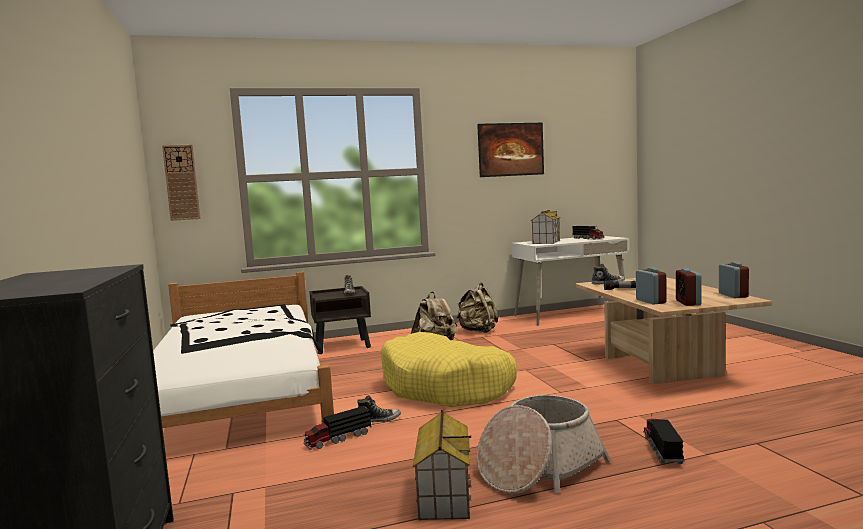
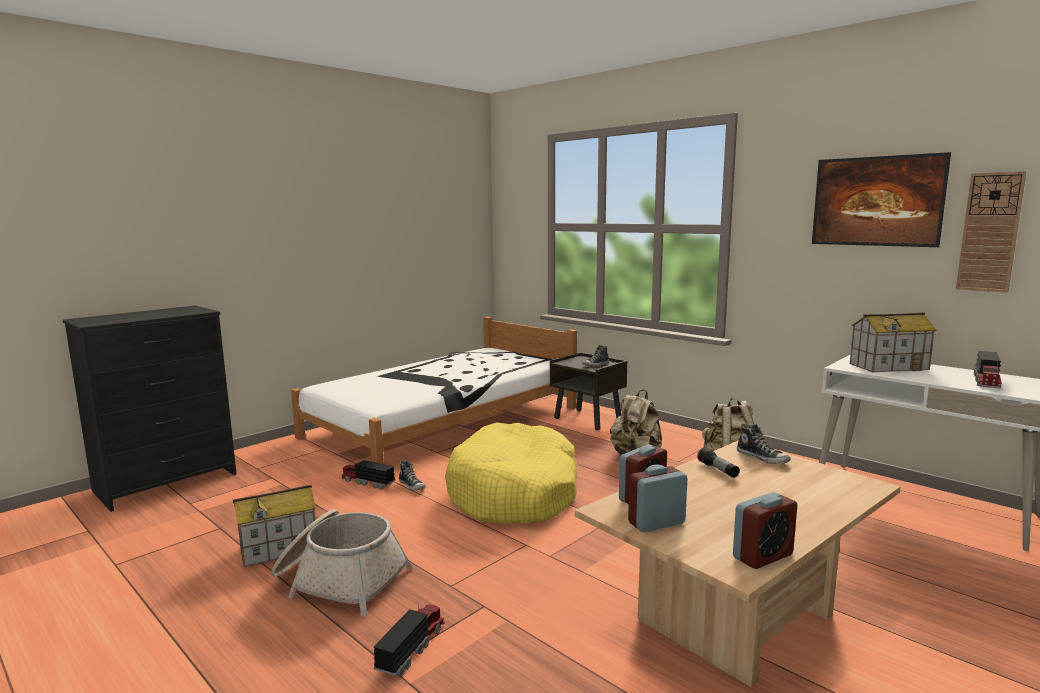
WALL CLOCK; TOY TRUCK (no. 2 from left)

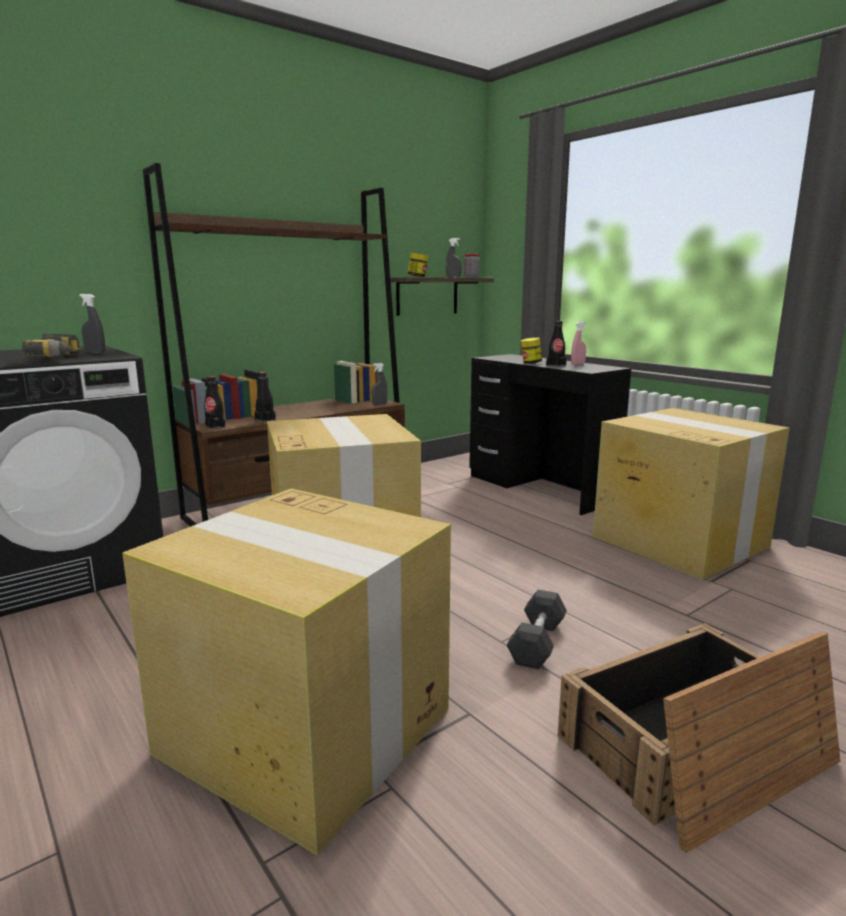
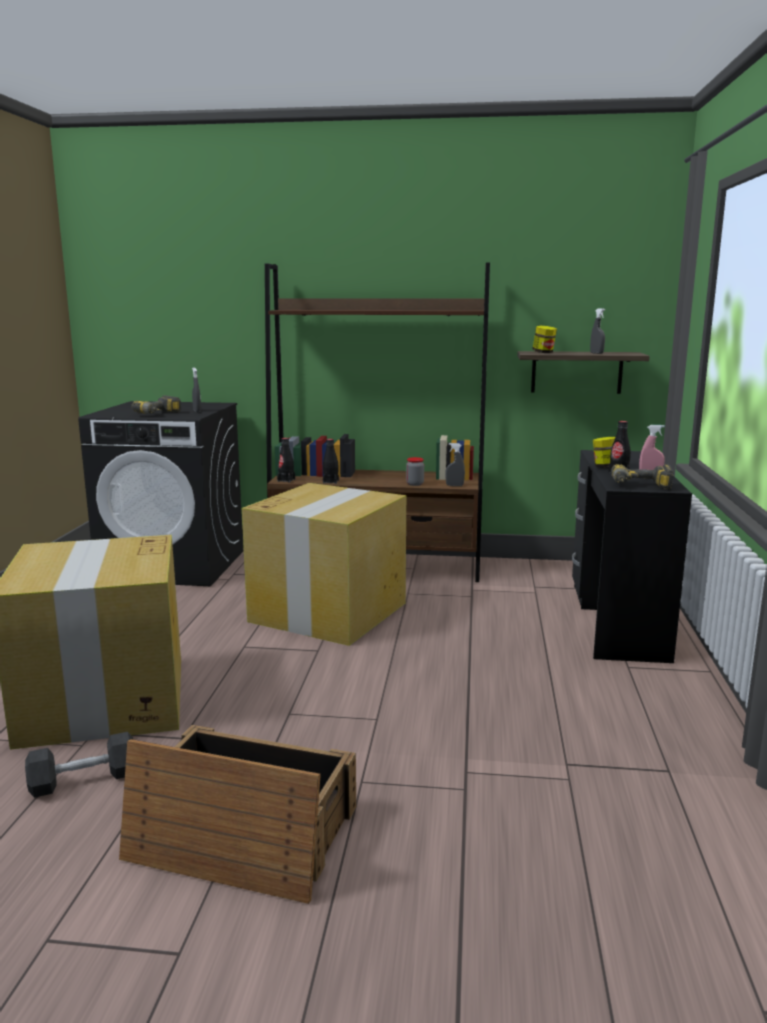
JAR (no. 1 from left); BLACK DUMBBELL; CARDBOARD BOX (no. 3 from left in the first image); POWER DRILL (no. 2 from left)

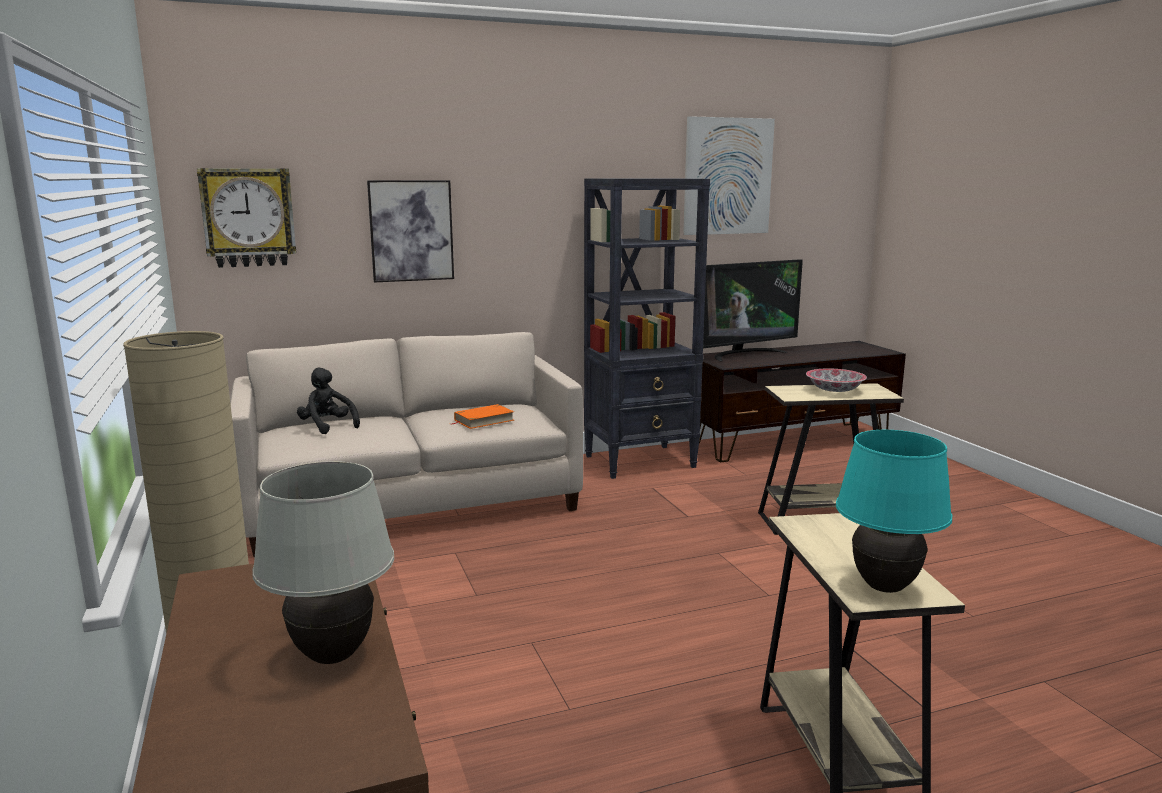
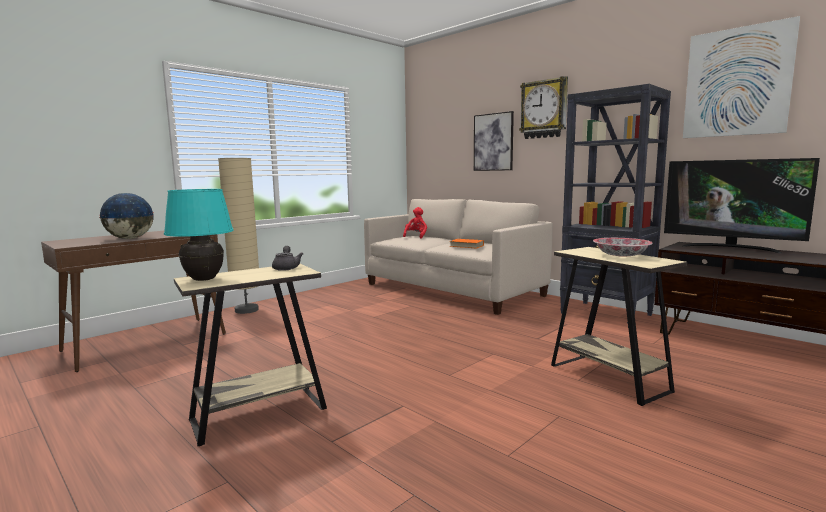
WALL CLOCK; GLOBE; RED PLUSH TOY; GREY TEAPOT

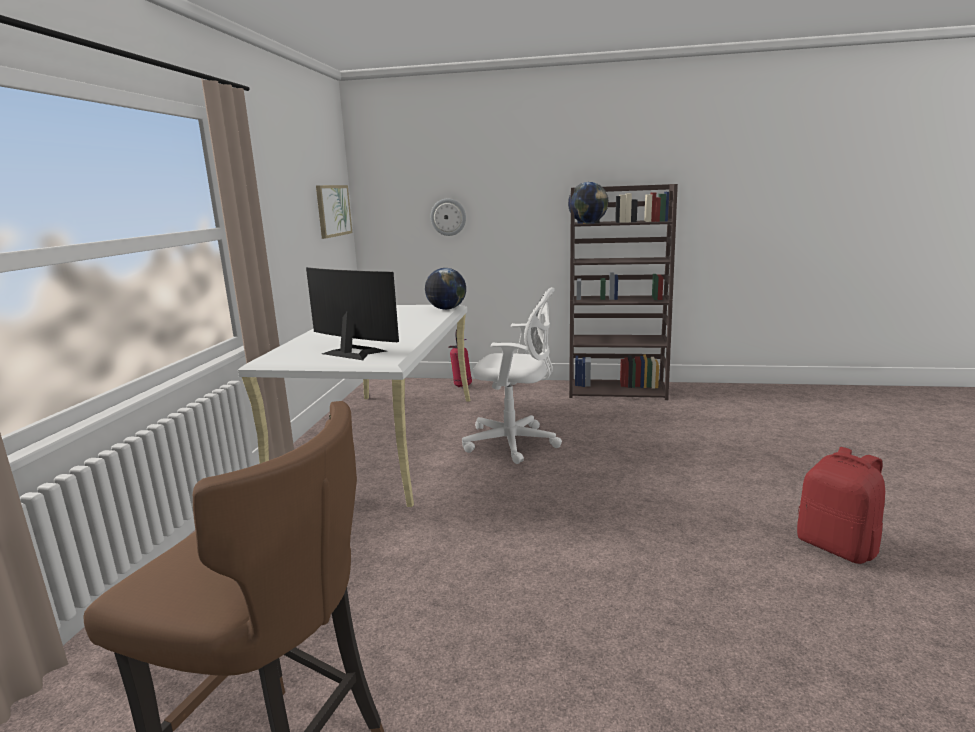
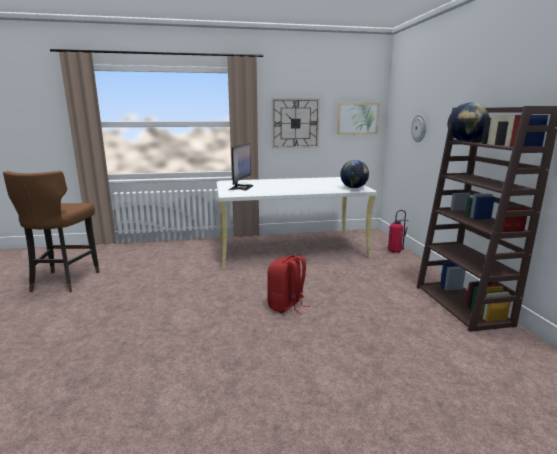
WHITE OFFICE CHAIR; RED BACKPACK; WALL CLOCK (no. 1 from left)

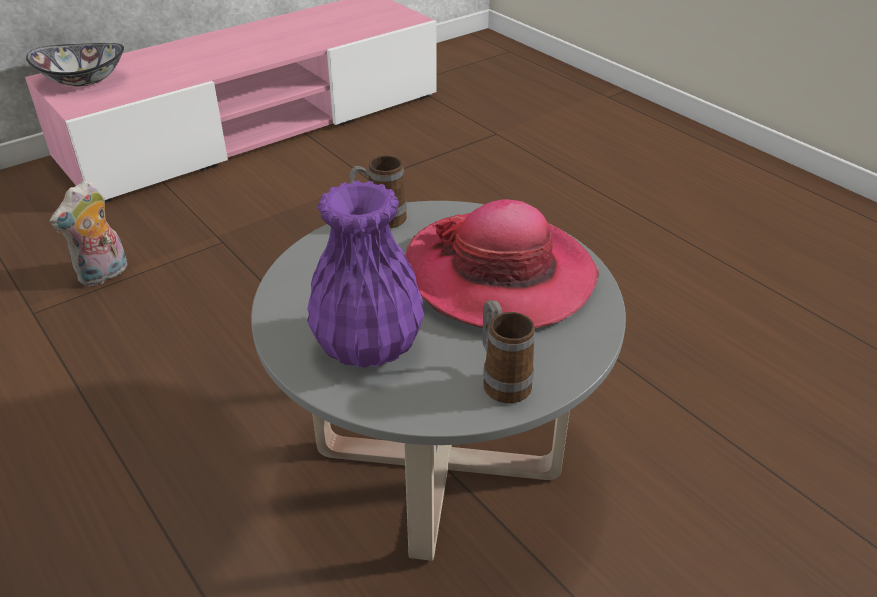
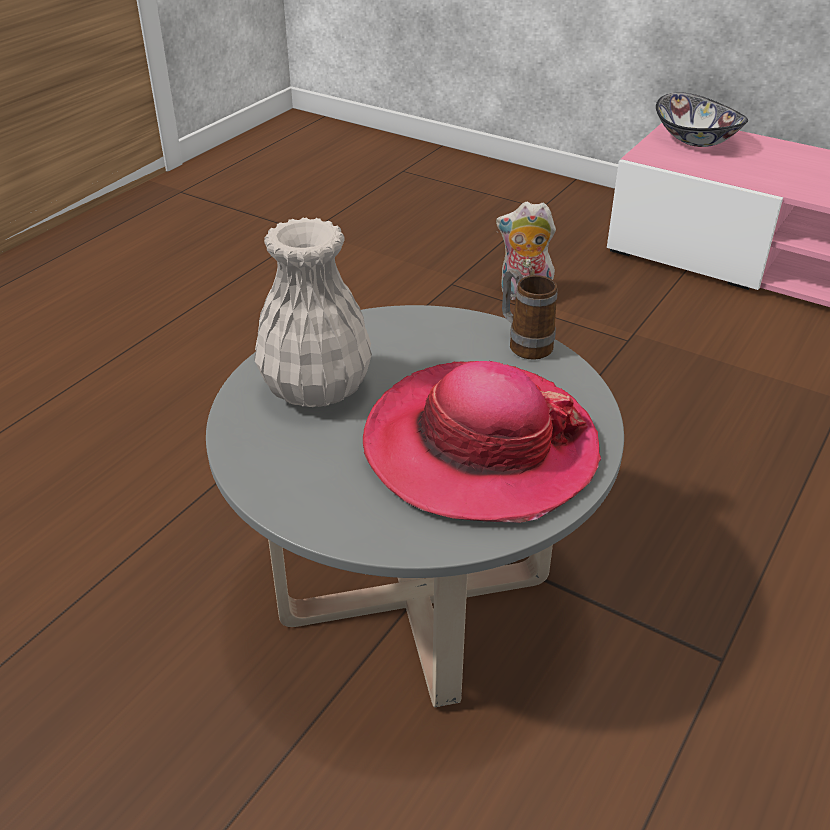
WHITE VASE; MUG (no. 2 from left in the first image)

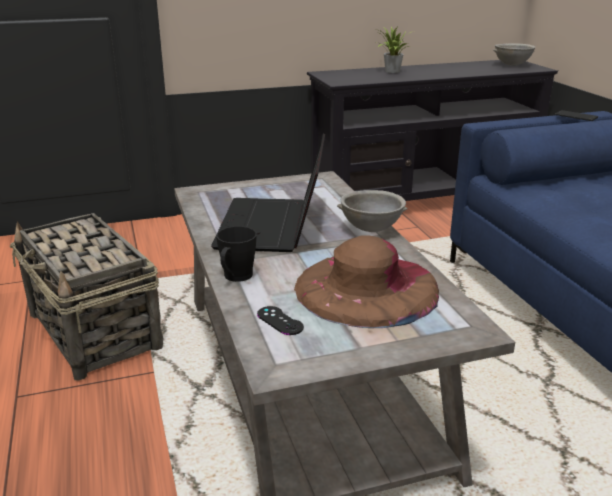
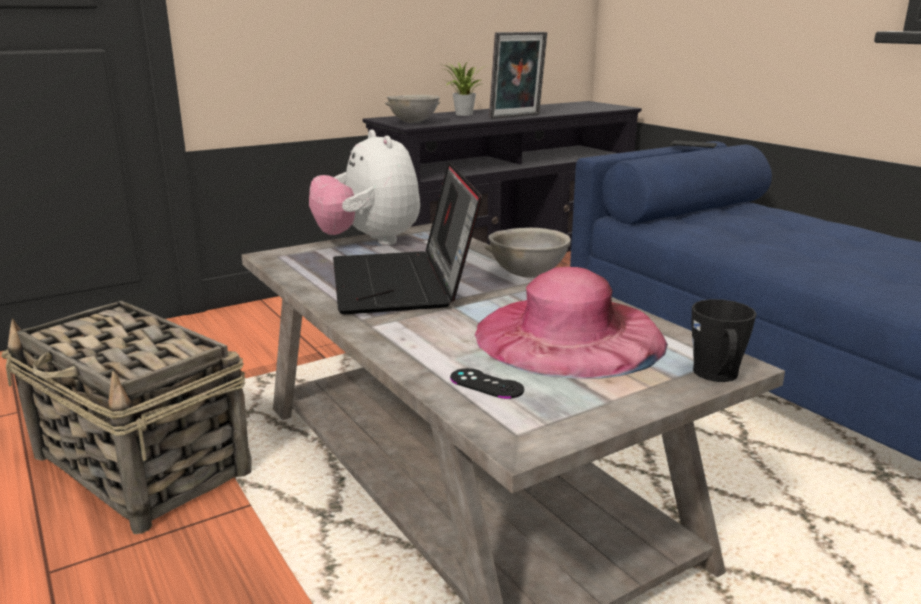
BLACK MUG; PINK HAT; GREY BOWL (no. 1 from left); PLUSH TOY; PICTURE FRAME

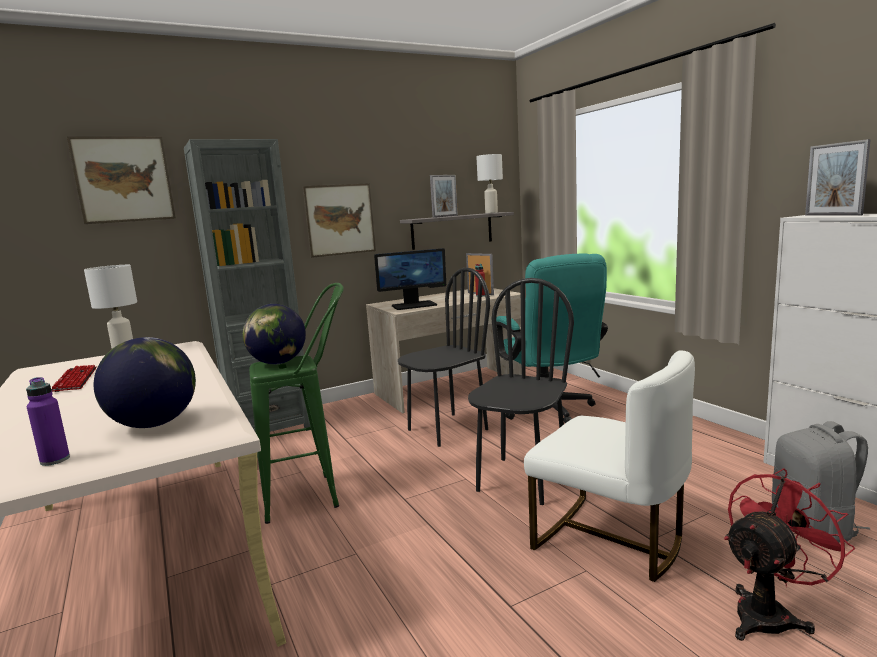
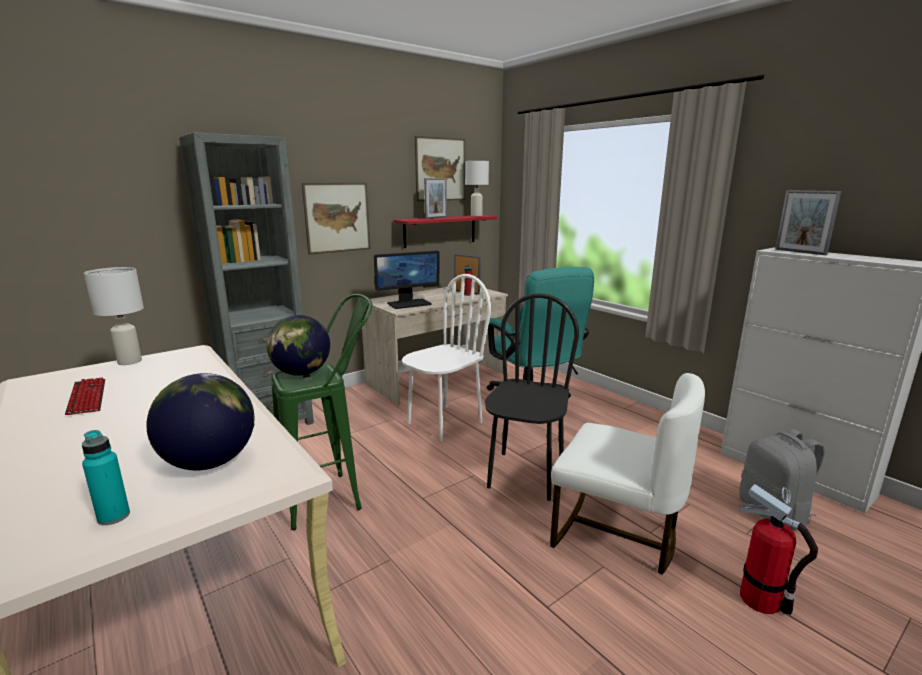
TURQUOISE BOTTLE; PICTURE (no. 2 from left); WHITE CHAIR (no. 1 from left); RED SHELF; FIRE EXTINGUISHER

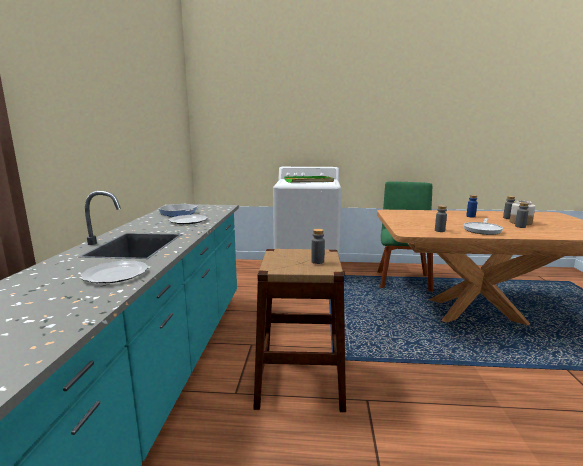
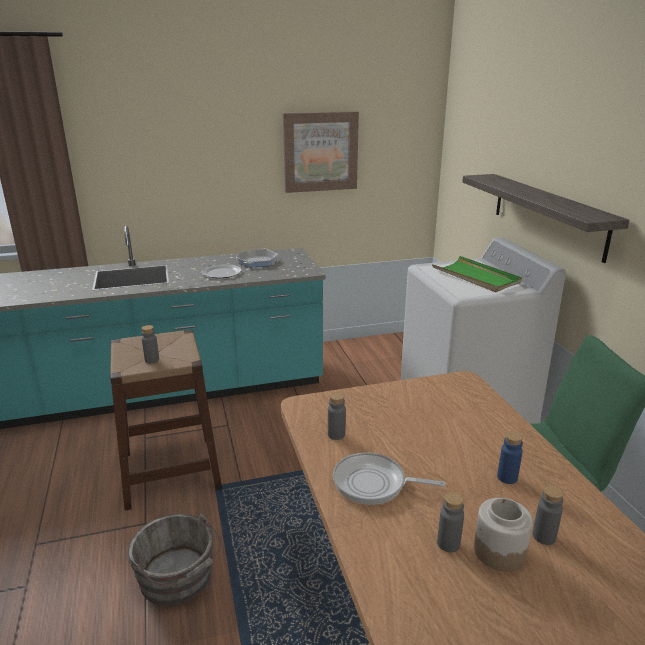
PLATE (no. 1 from left in the first image); GREY BUCKET; PICTURE; SHELF

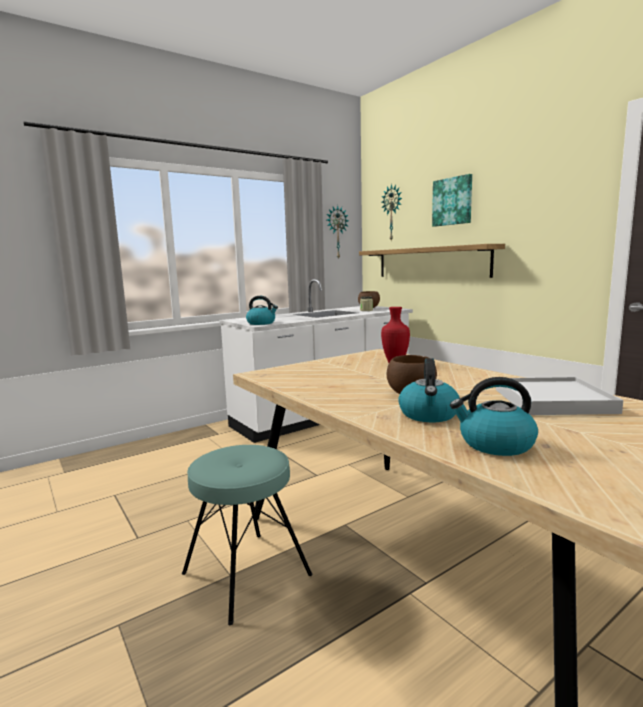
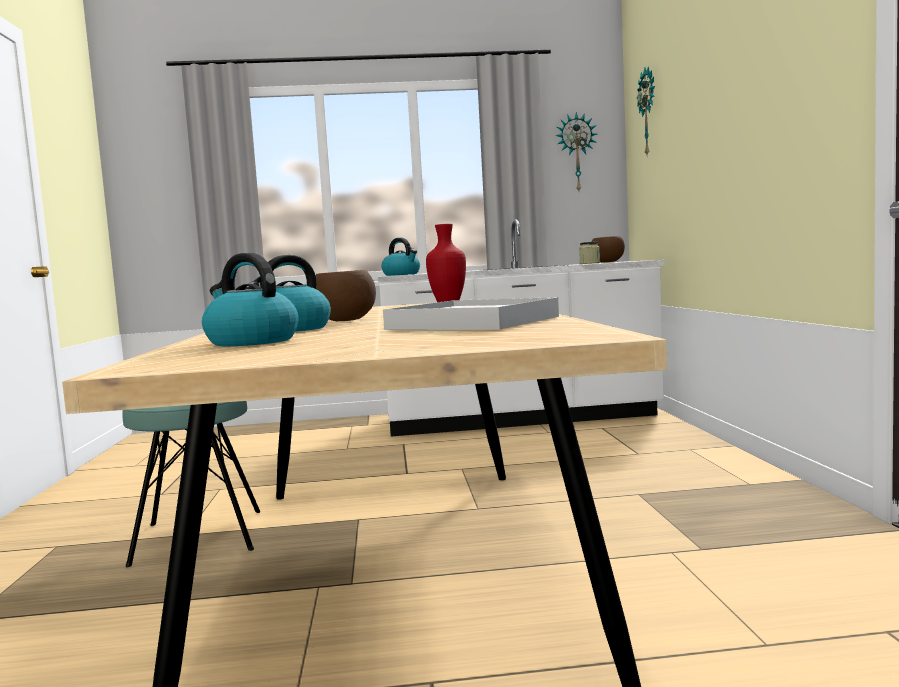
SHELF; PICTURE

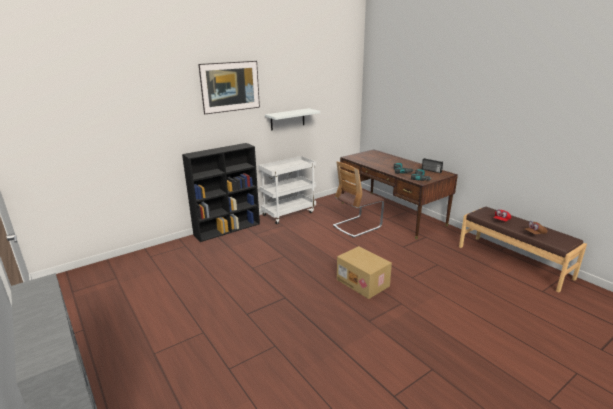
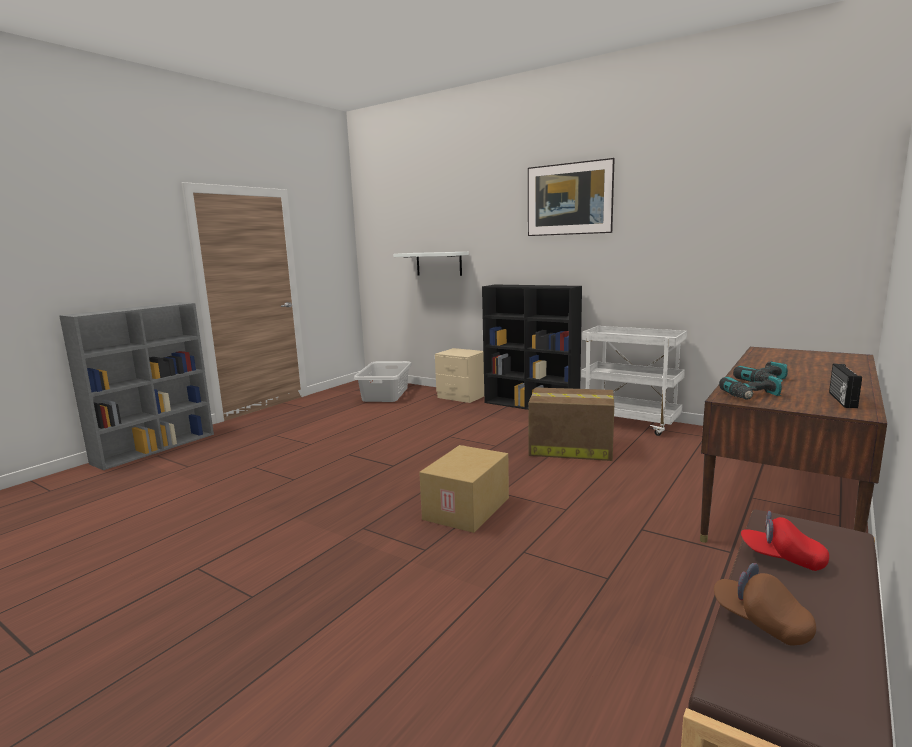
WHITE SHELF; CHAIR; GREY LAUNDRY BASKET; BEIGE NIGHTSTAND; CARDBOARD BOX (no. 2 from left)

